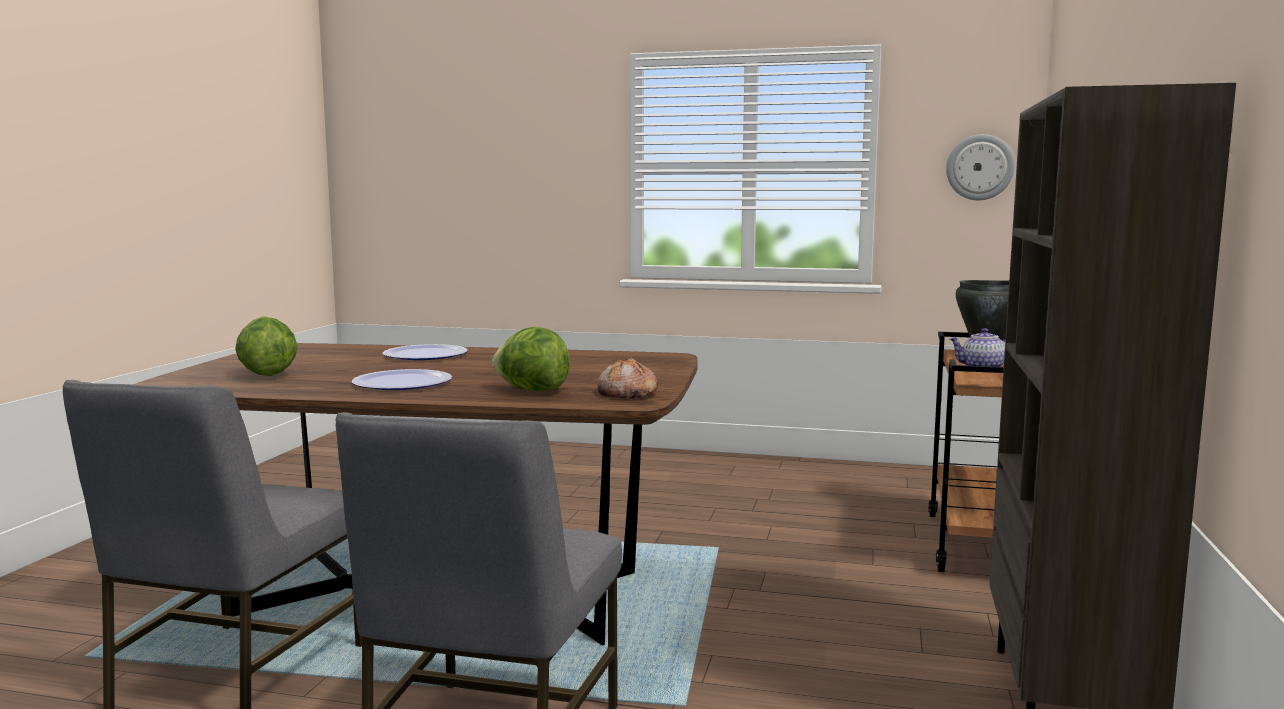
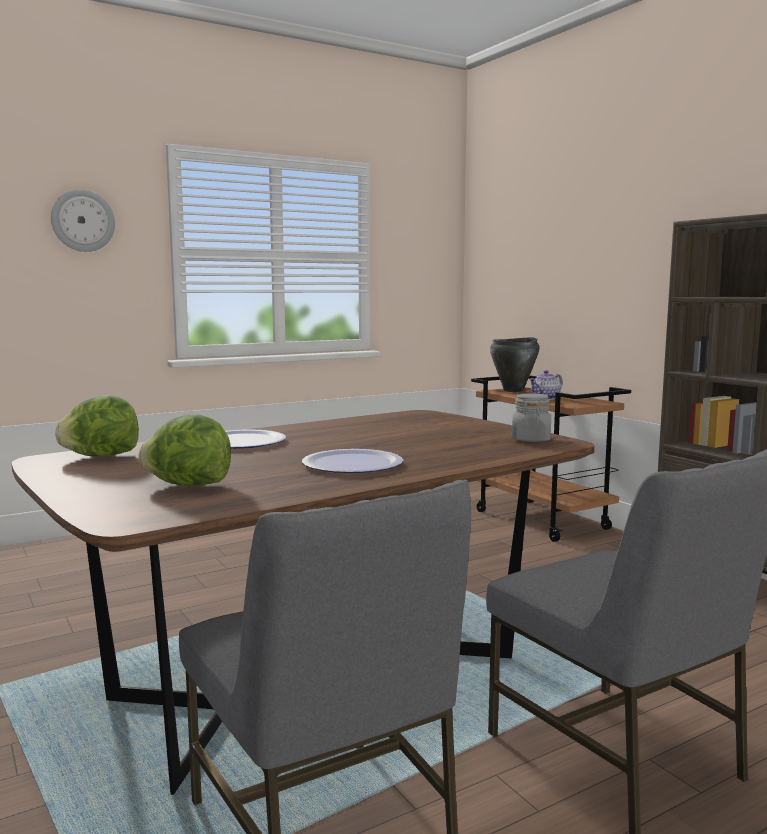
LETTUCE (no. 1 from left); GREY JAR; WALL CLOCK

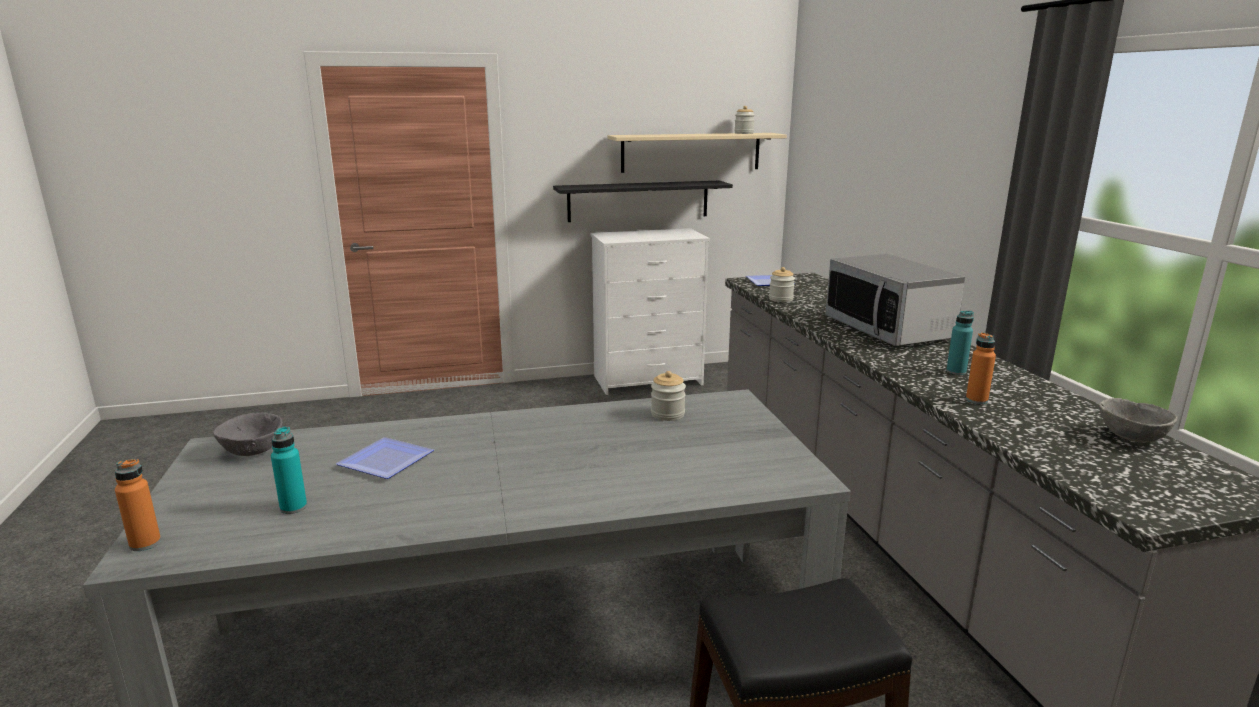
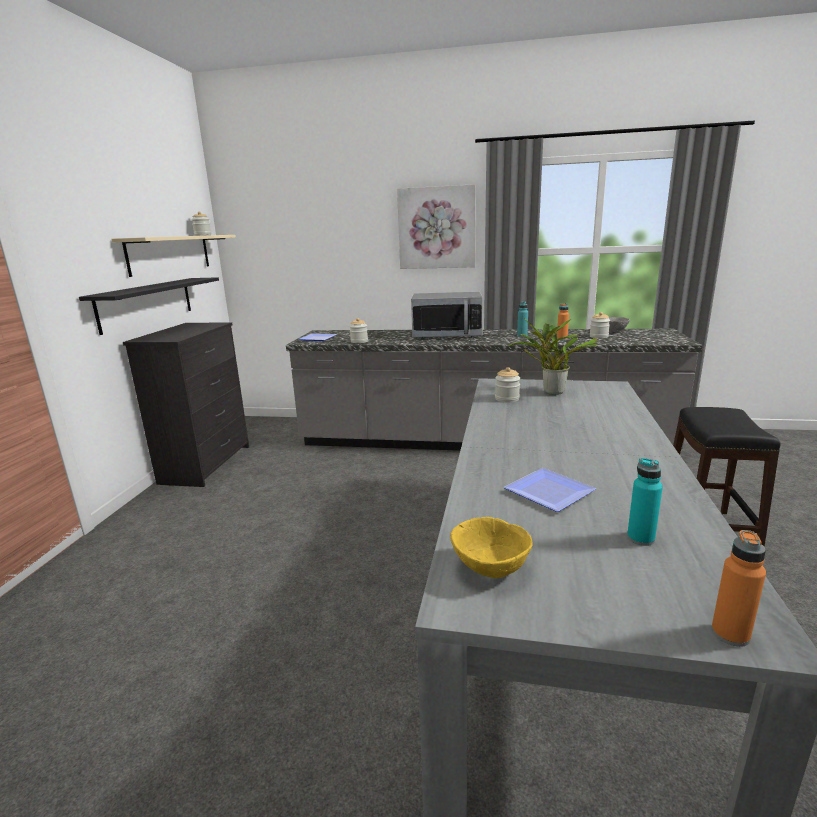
YELLOW BOWL; BLACK DRESSER; PICTURE; POTTED PLANT; JAR (no. 4 from left)

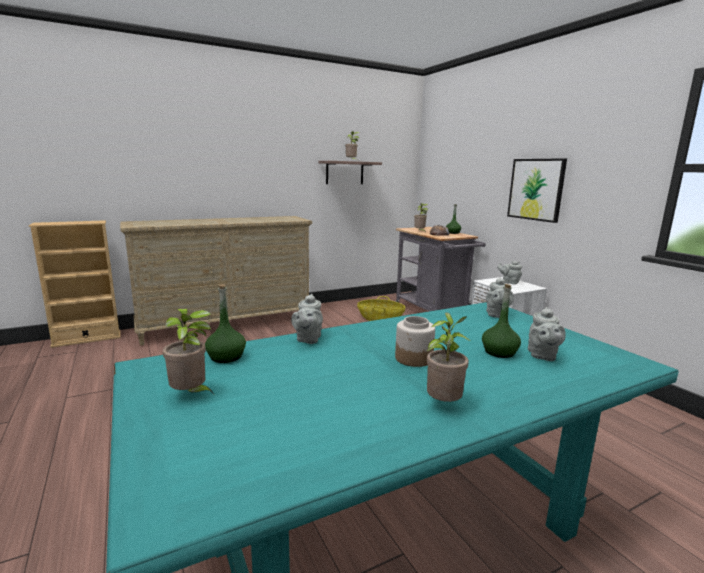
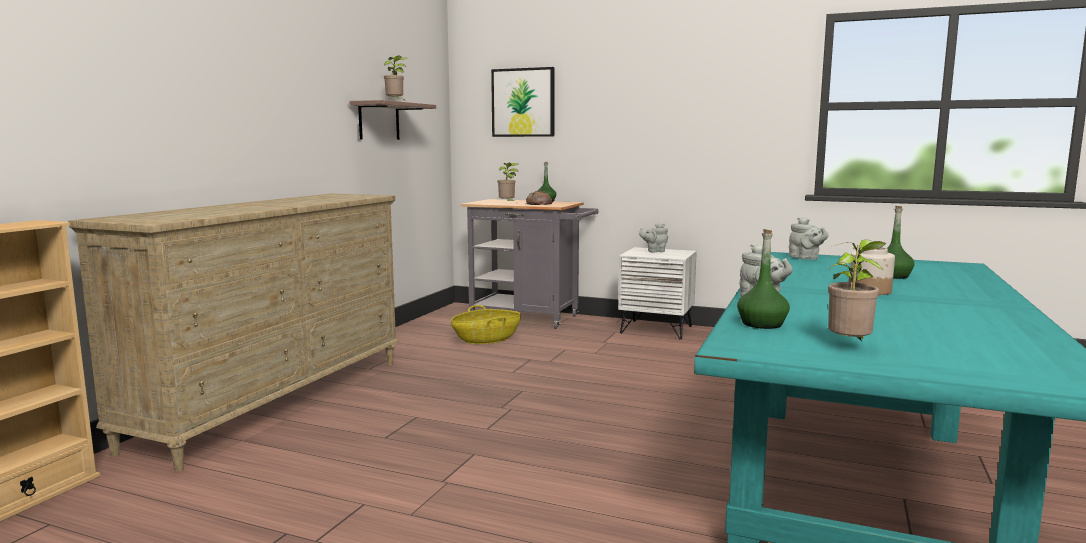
POTTED PLANT (no. 4 from left in the first image); PICTURE; GREY TEAPOT (no. 4 from left in the first image)

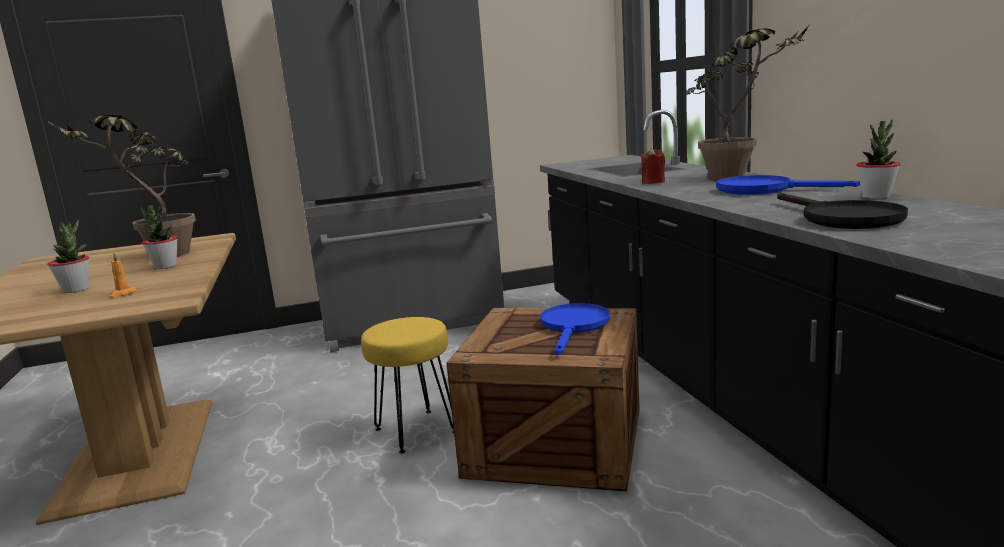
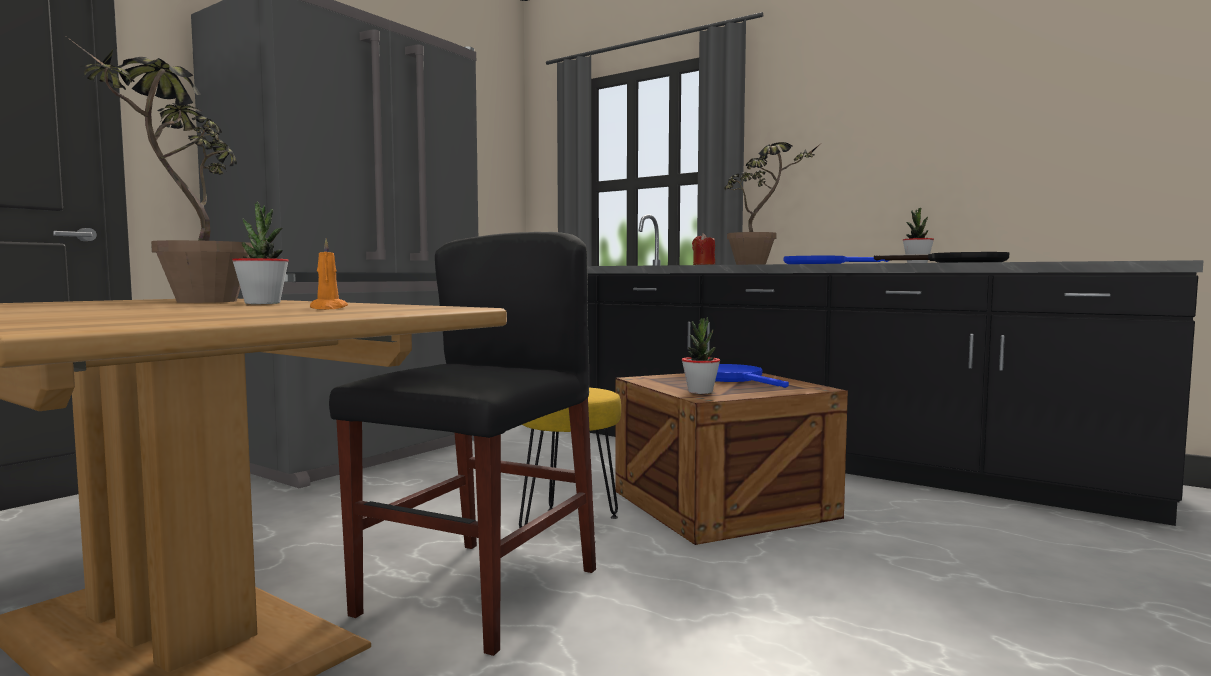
POTTED PLANT (no. 3 from left); BLACK CHAIR

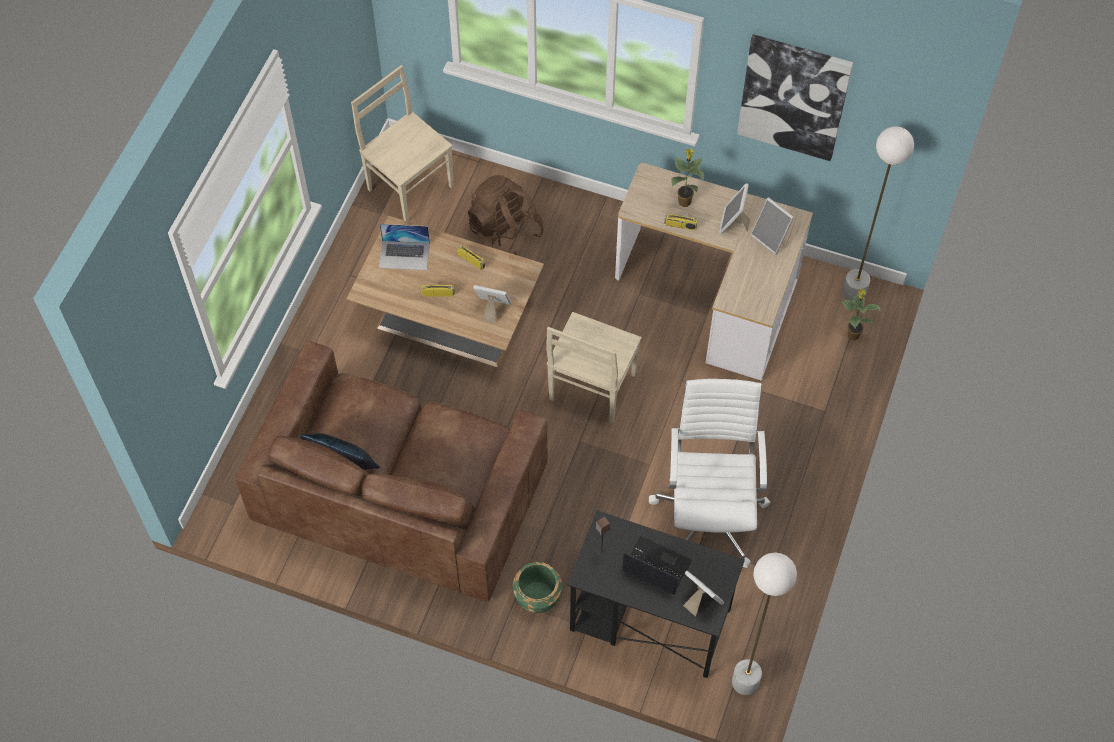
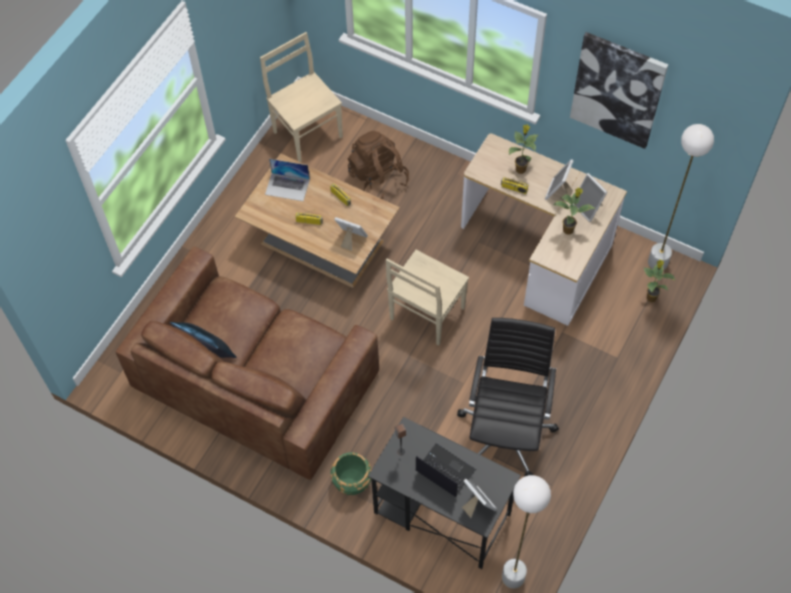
BLACK OFFICE CHAIR; POTTED PLANT (no. 2 from left)

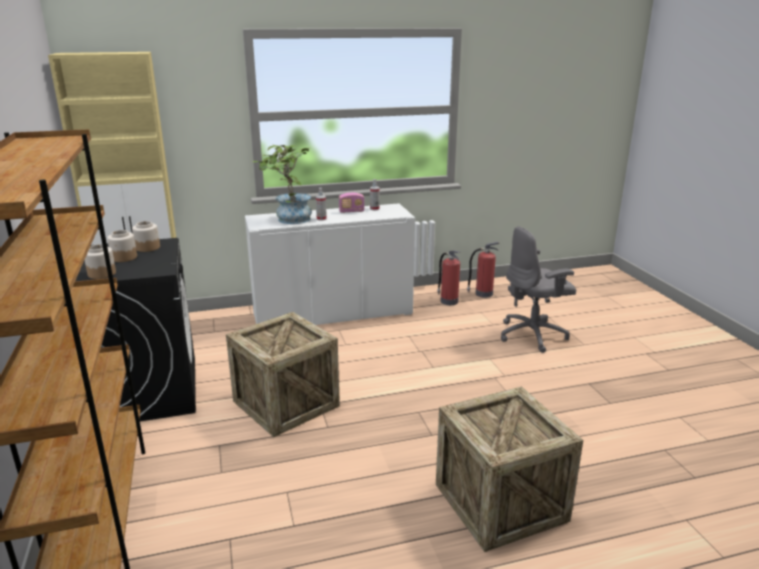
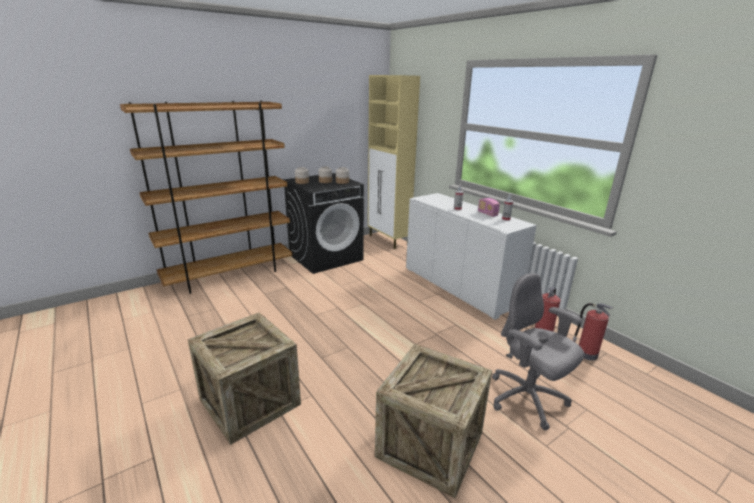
CRATE (no. 2 from left); POTTED PLANT

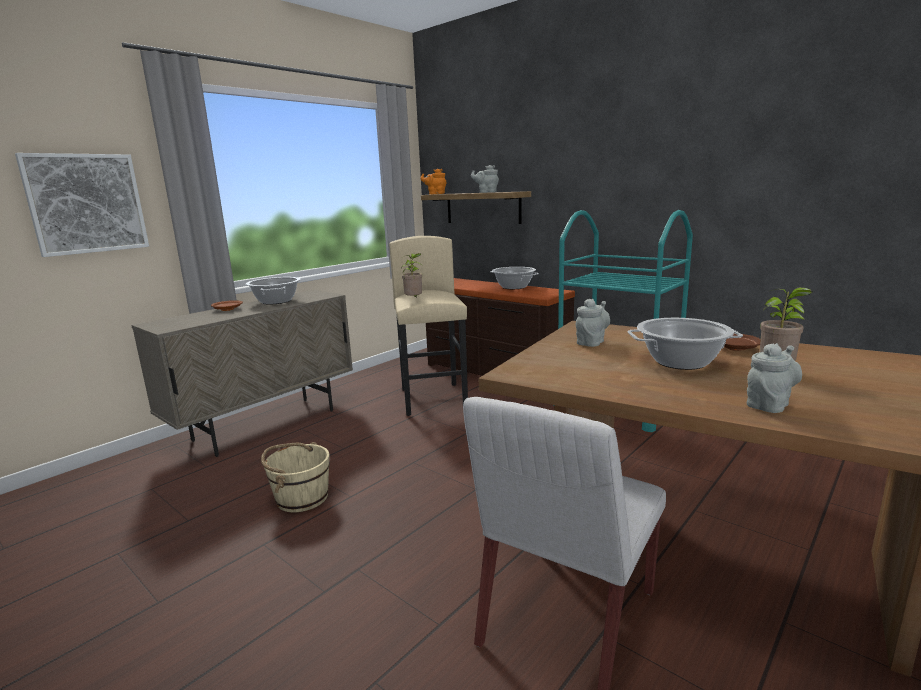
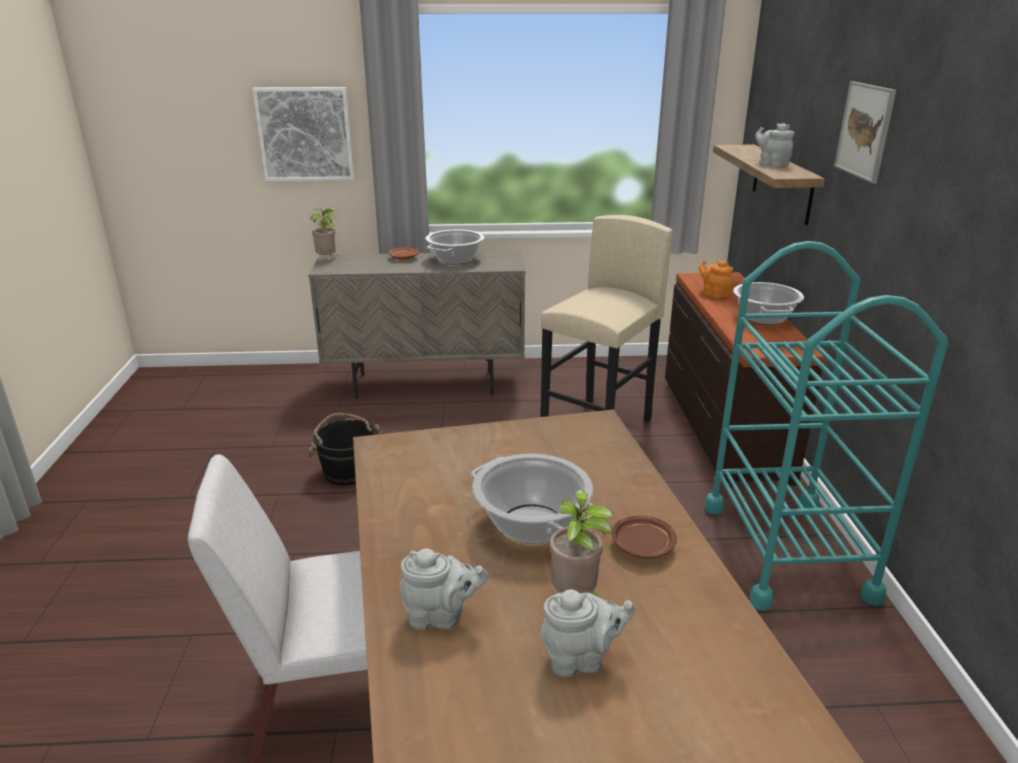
BLACK BUCKET; POTTED PLANT (no. 1 from left); ORANGE TEAPOT; GREY TEAPOT (no. 2 from left); PICTURE (no. 2 from left)

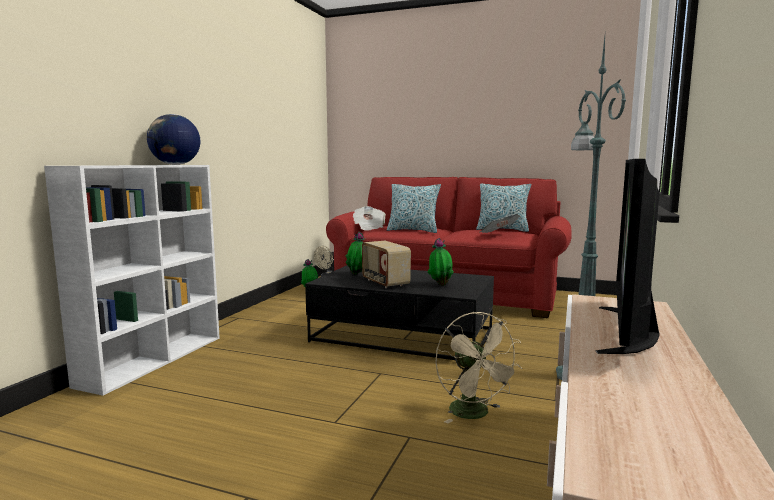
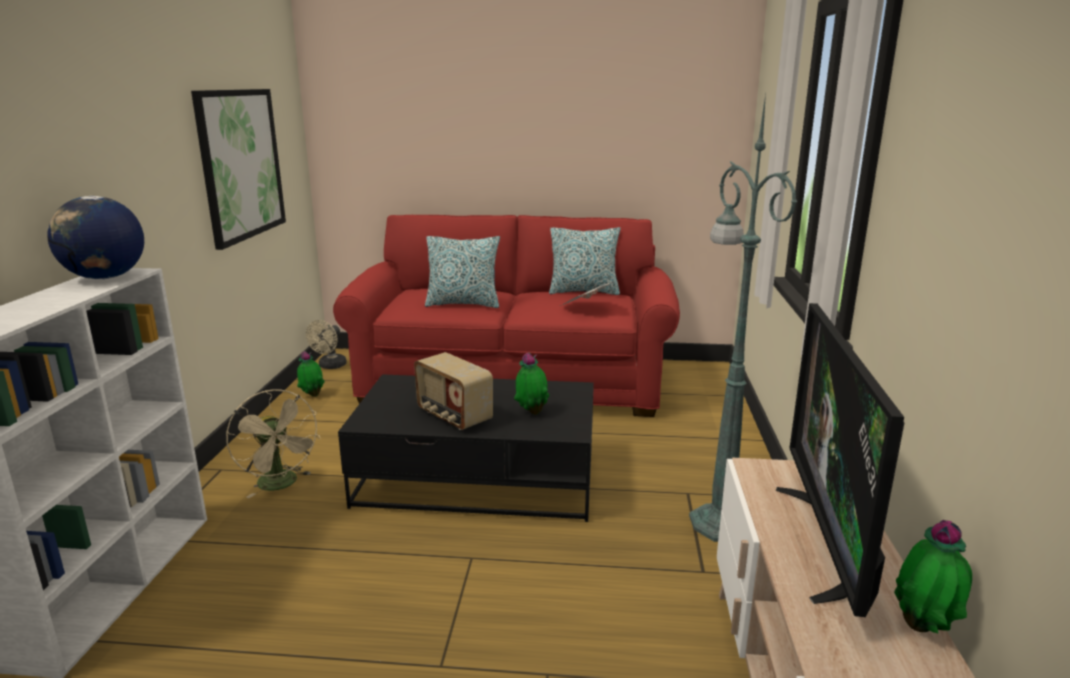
POTTED PLANT (no. 3 from left); NEWSPAPER (no. 1 from left in the first image); BEIGE FAN (no. 1 from left); PICTURE

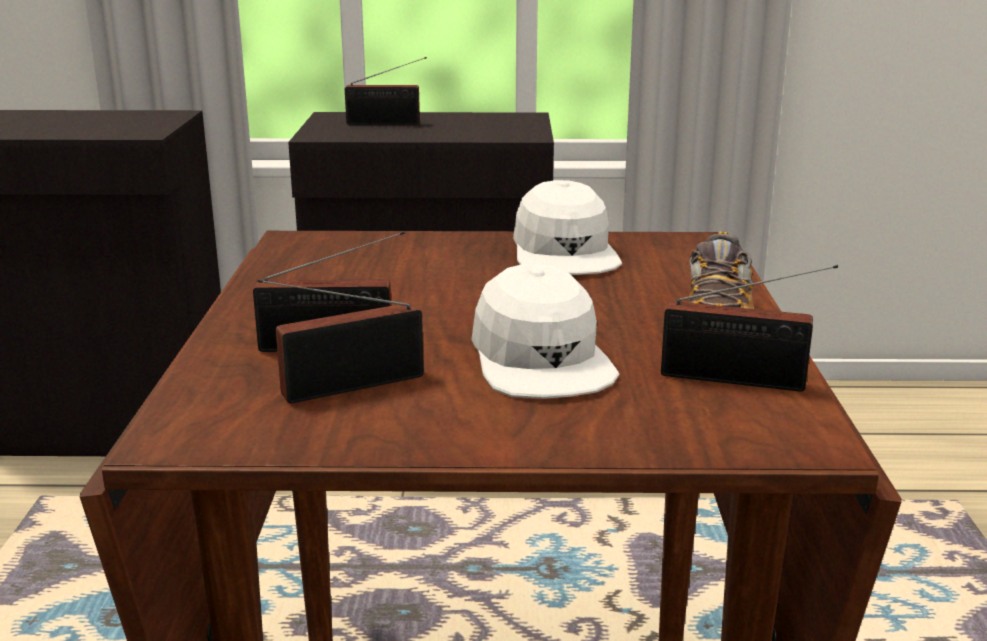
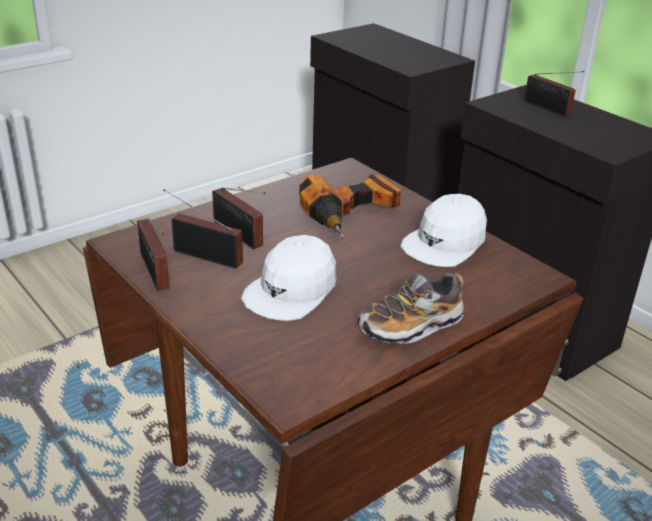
RADIO (no. 1 from left); POWER DRILL

